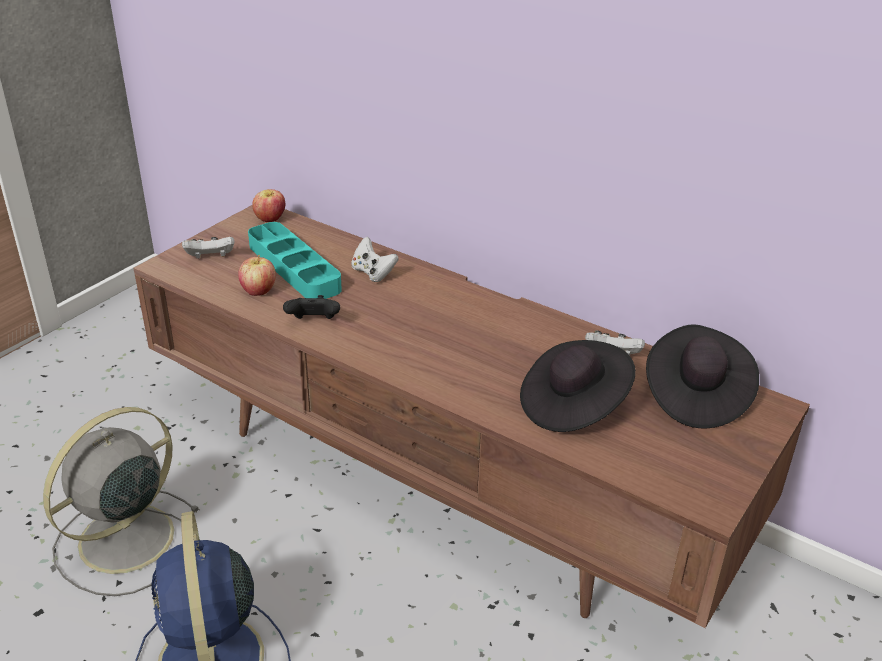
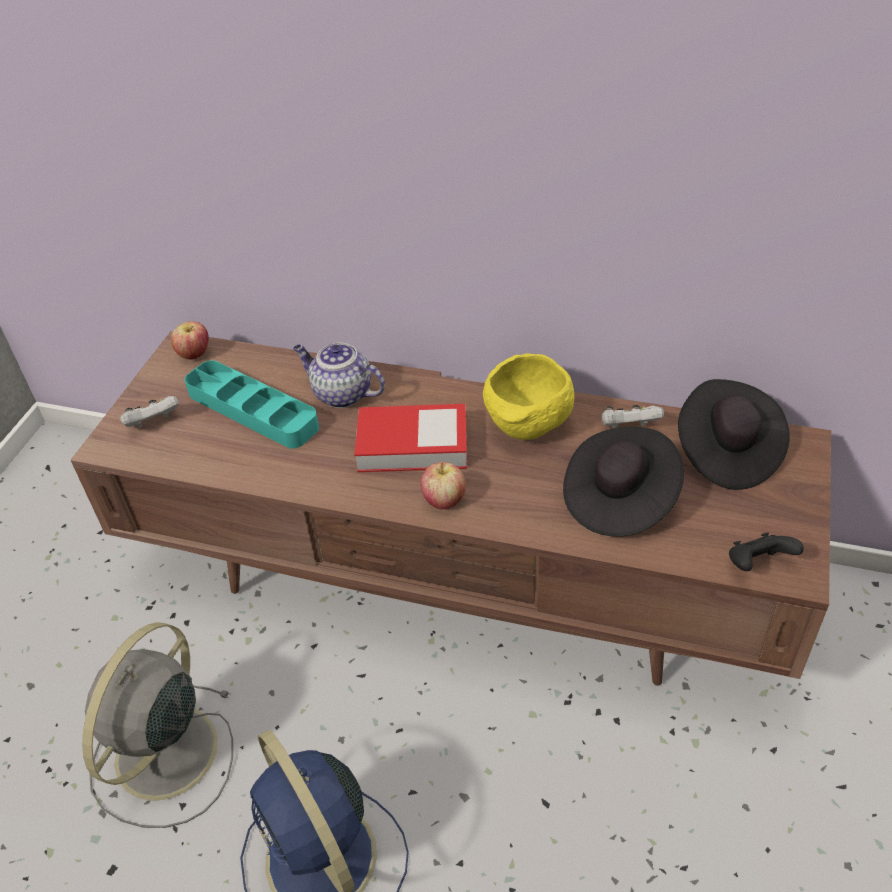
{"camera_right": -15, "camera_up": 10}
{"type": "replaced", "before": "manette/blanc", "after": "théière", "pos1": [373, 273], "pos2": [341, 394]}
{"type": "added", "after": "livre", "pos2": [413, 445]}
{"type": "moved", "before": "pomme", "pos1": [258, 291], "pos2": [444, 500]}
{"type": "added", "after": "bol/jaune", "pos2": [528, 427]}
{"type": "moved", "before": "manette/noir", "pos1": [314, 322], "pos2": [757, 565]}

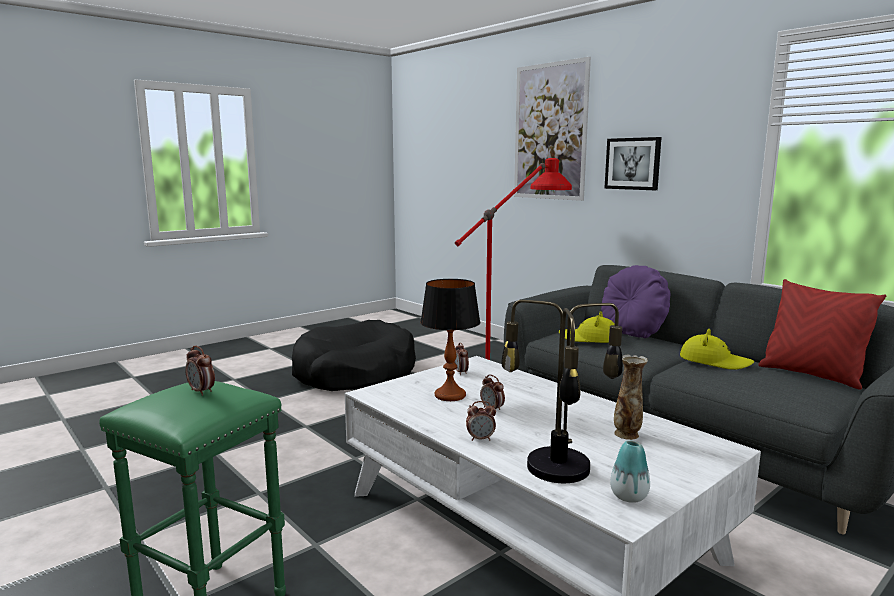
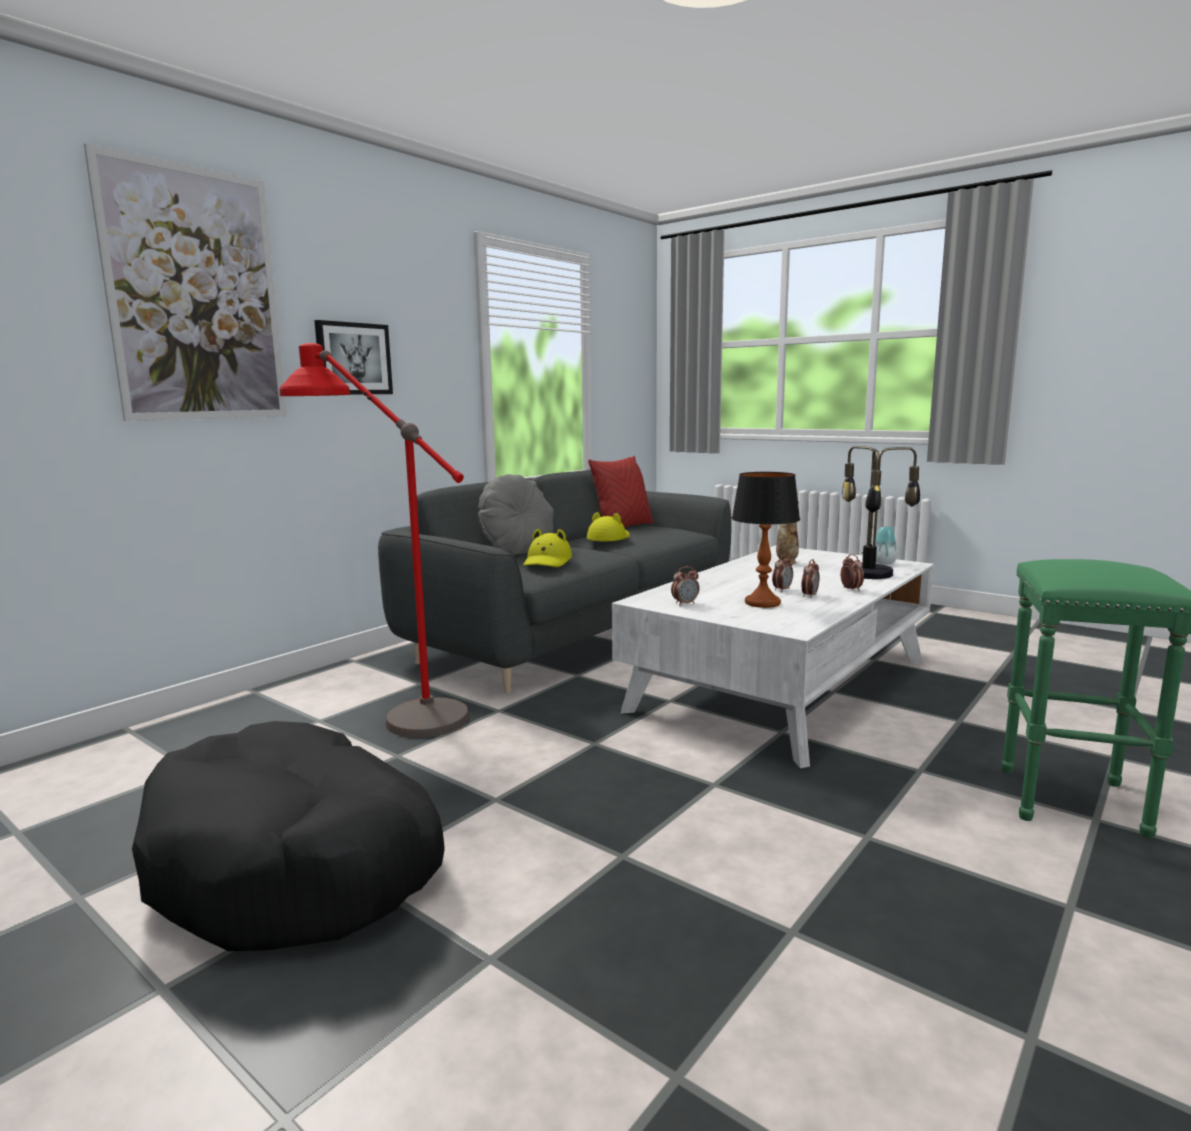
{"camera_right": -100, "camera_up": 0}
{"type": "recoloured", "before": "coussin/violet", "after": "coussin/gris", "pos1": [632, 334], "pos2": [517, 553]}
{"type": "moved", "before": "réveil", "pos1": [202, 391], "pos2": [809, 595]}

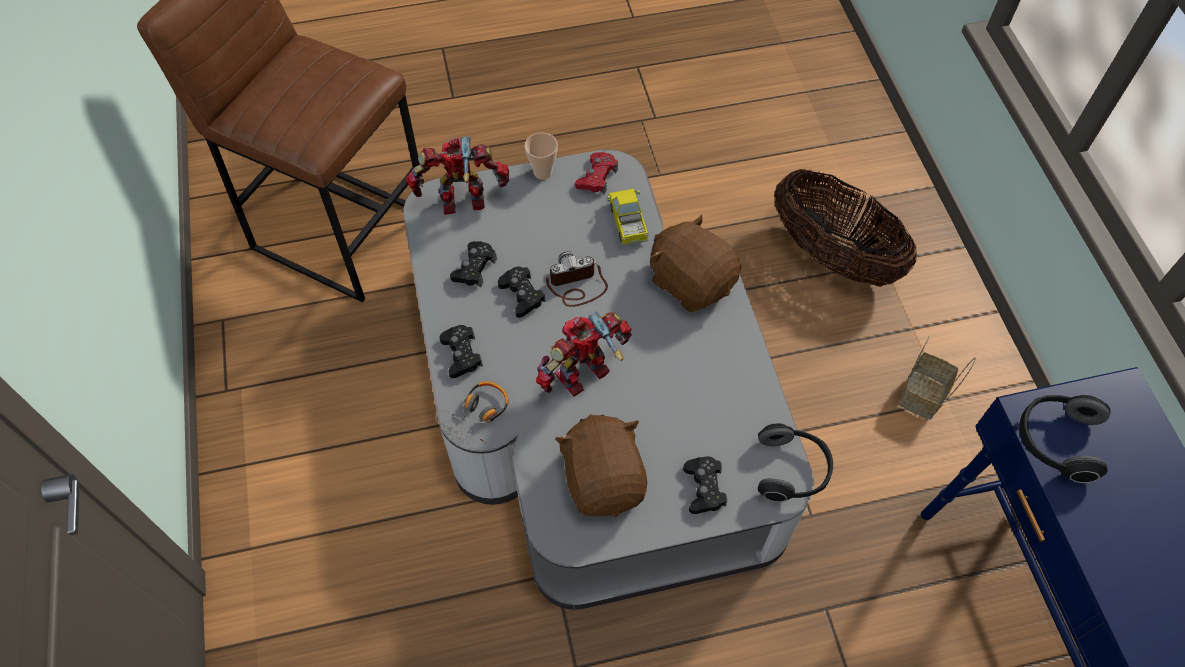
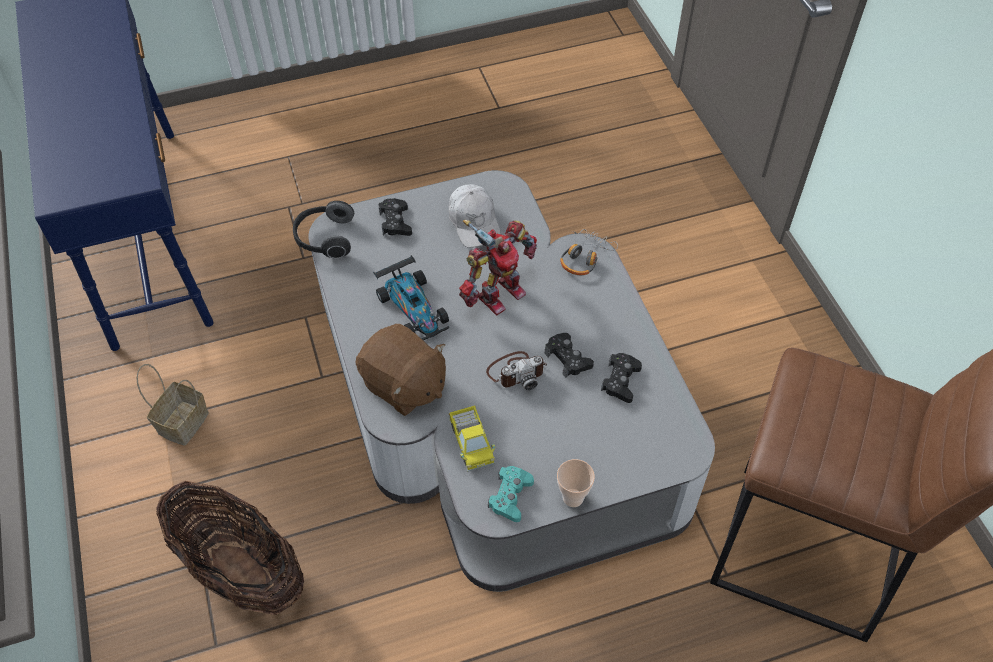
{"camera_right": 175, "camera_up": -5}
{"type": "added", "after": "petite voiture", "pos2": [413, 308]}
{"type": "replaced", "before": "peluche/marron", "after": "casquette/blanc", "pos1": [604, 479], "pos2": [474, 222]}
{"type": "recoloured", "before": "manette/rouge", "after": "manette/turquoise", "pos1": [597, 177], "pos2": [510, 496]}
{"type": "removed", "before": "robot jouet", "pos1": [464, 203]}
{"type": "removed", "before": "manette/noir", "pos1": [461, 354]}
{"type": "removed", "before": "casque audio", "pos1": [1055, 441]}

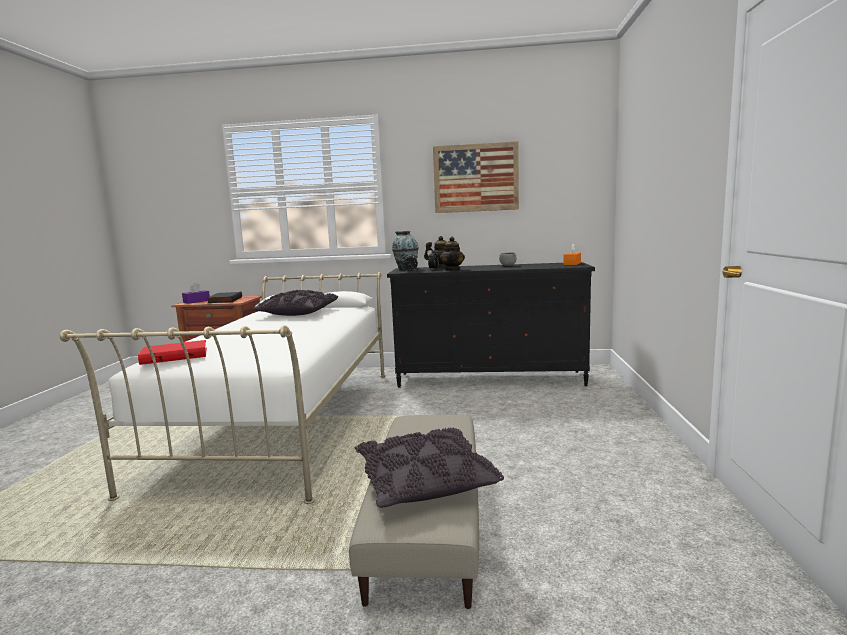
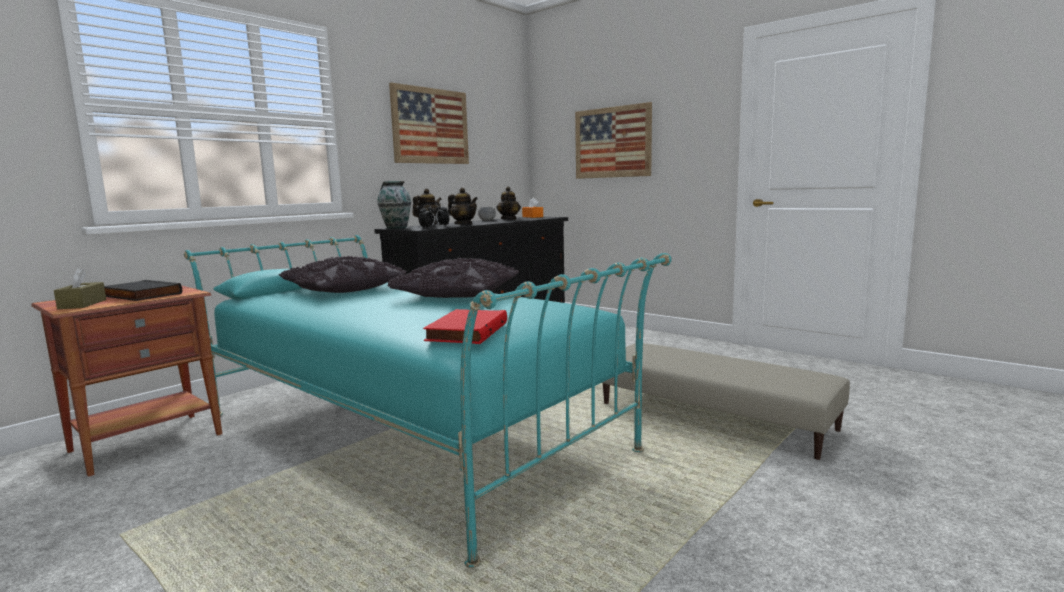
{"camera_right": -55, "camera_up": 0}
{"type": "recoloured", "before": "boîte à mouchoirs/violet", "after": "boîte à mouchoirs/marron", "pos1": [196, 301], "pos2": [82, 304]}
{"type": "recoloured", "before": "lit/blanc", "after": "lit/turquoise", "pos1": [283, 422], "pos2": [407, 432]}
{"type": "moved", "before": "coussin/noir", "pos1": [424, 481], "pos2": [457, 295]}
{"type": "added", "after": "théière", "pos2": [509, 219]}
{"type": "added", "after": "tableau", "pos2": [612, 142]}

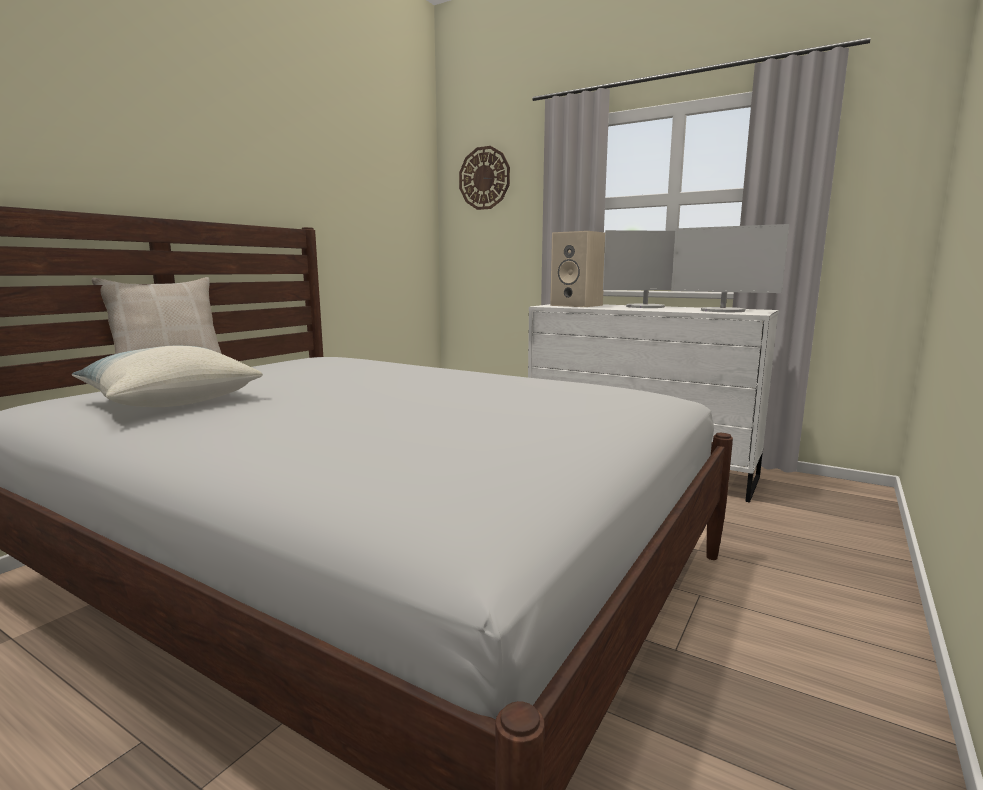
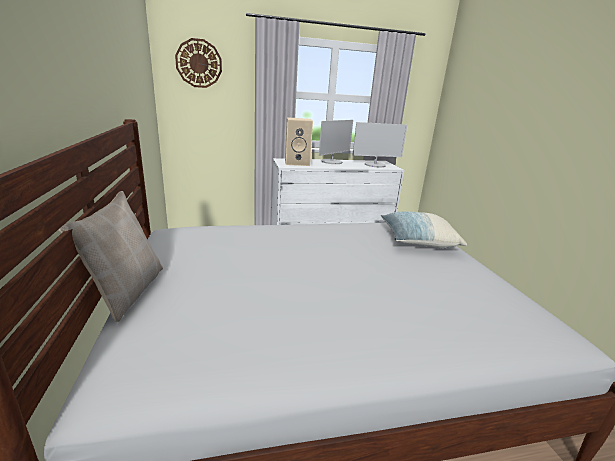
{"camera_right": -45, "camera_up": 10}
{"type": "moved", "before": "coussin", "pos1": [170, 400], "pos2": [417, 241]}

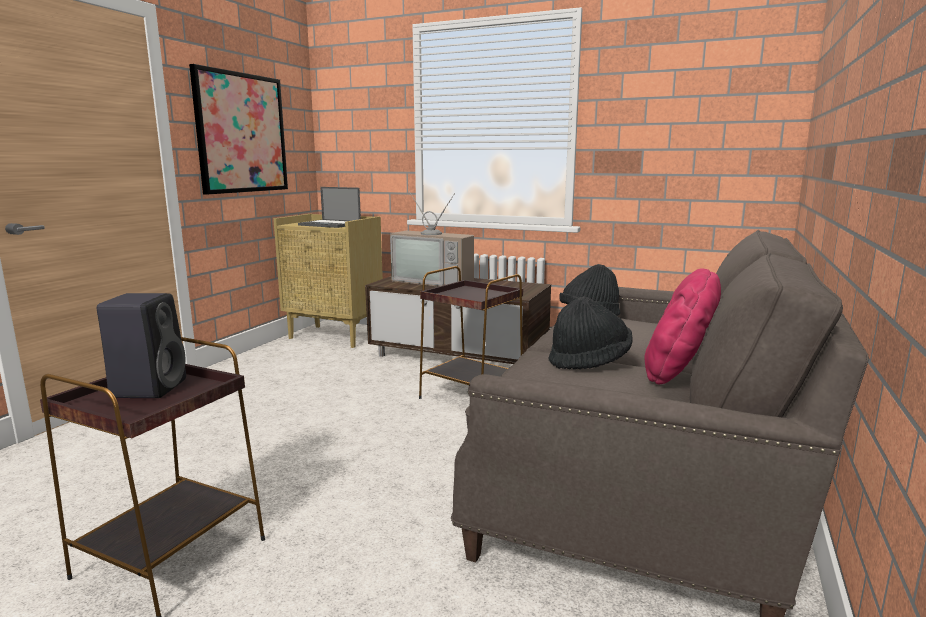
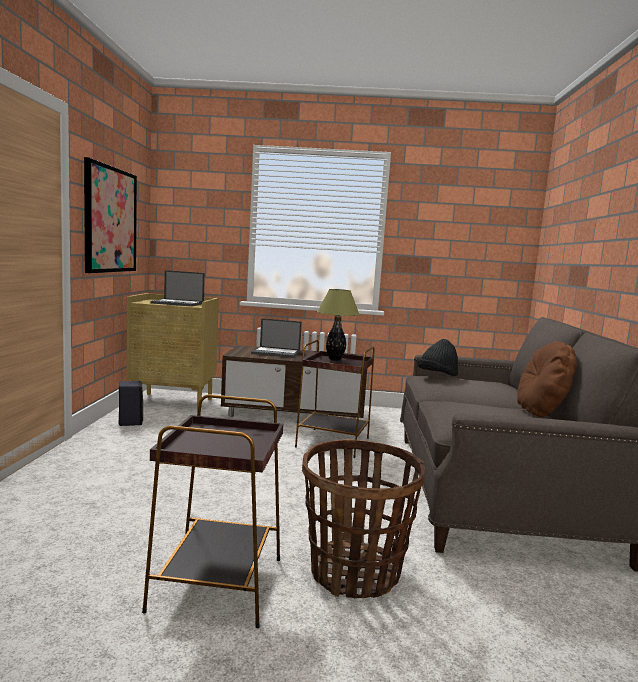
{"camera_right": -20, "camera_up": -5}
{"type": "moved", "before": "enceinte/noir", "pos1": [150, 387], "pos2": [130, 421]}
{"type": "replaced", "before": "téléviseur", "after": "ordinateur portable", "pos1": [435, 281], "pos2": [276, 352]}
{"type": "added", "after": "panier", "pos2": [355, 572]}
{"type": "added", "after": "lampe de table", "pos2": [334, 359]}
{"type": "recoloured", "before": "coussin/rose", "after": "coussin/marron", "pos1": [676, 378], "pos2": [541, 413]}
{"type": "removed", "before": "chapeau/noir", "pos1": [589, 361]}

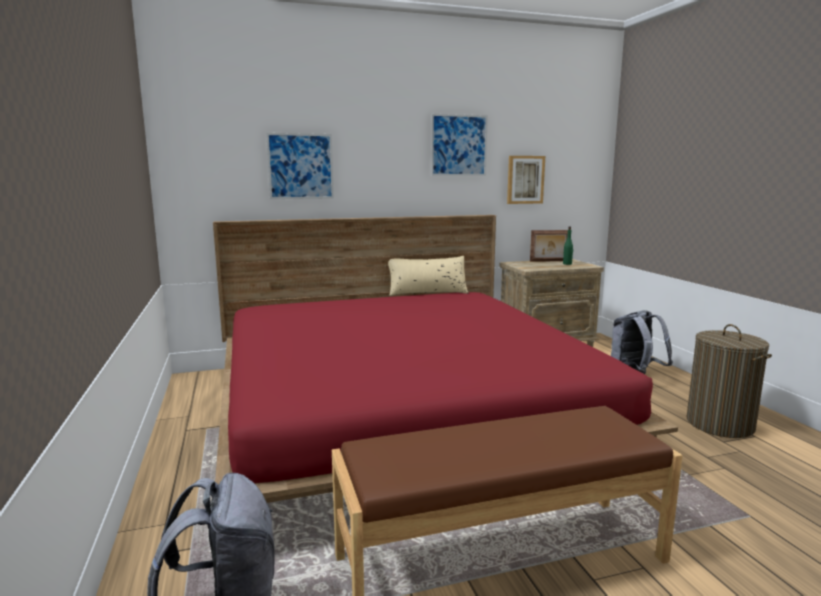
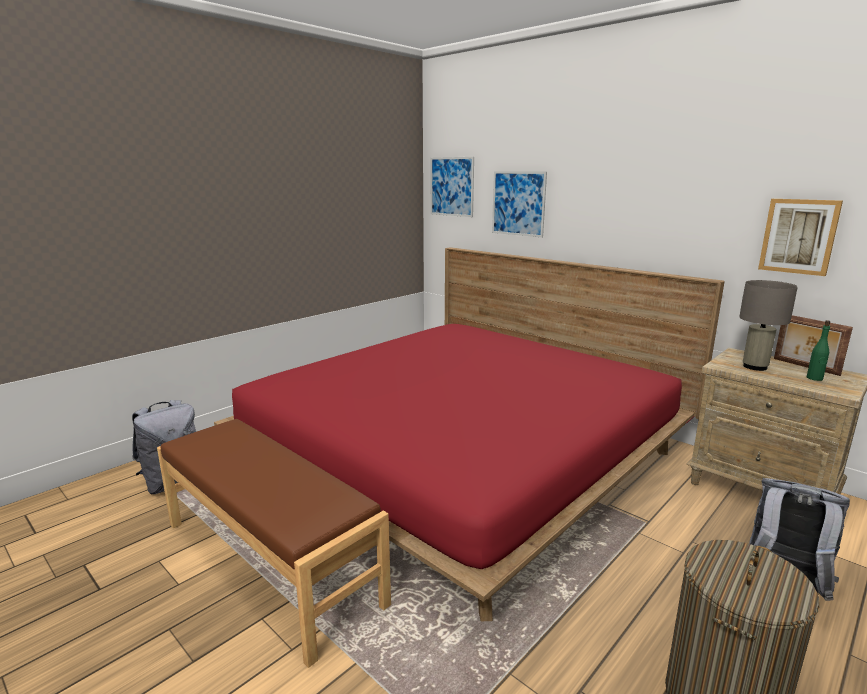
{"camera_right": 60, "camera_up": 5}
{"type": "moved", "before": "tableau", "pos1": [459, 145], "pos2": [451, 186]}
{"type": "added", "after": "lampe de table/gris", "pos2": [754, 366]}
{"type": "removed", "before": "coussin/beige", "pos1": [427, 292]}

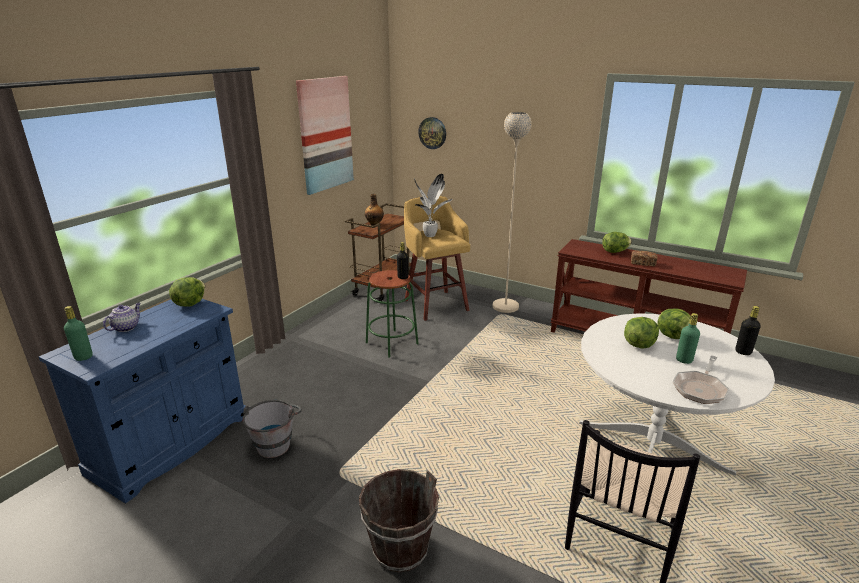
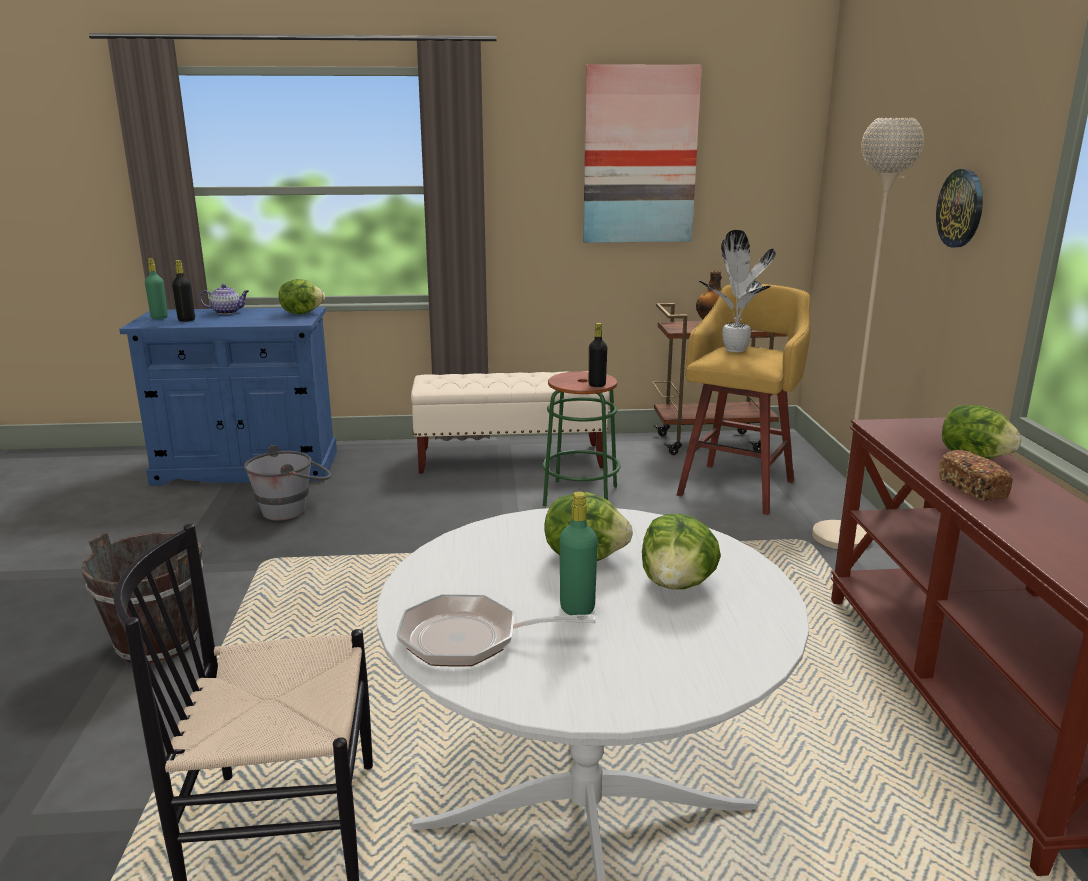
{"camera_right": 55, "camera_up": -5}
{"type": "moved", "before": "bouteille/noir", "pos1": [743, 352], "pos2": [186, 320]}
{"type": "added", "after": "banc/beige", "pos2": [511, 459]}
{"type": "moved", "before": "horloge murale", "pos1": [432, 133], "pos2": [961, 208]}

